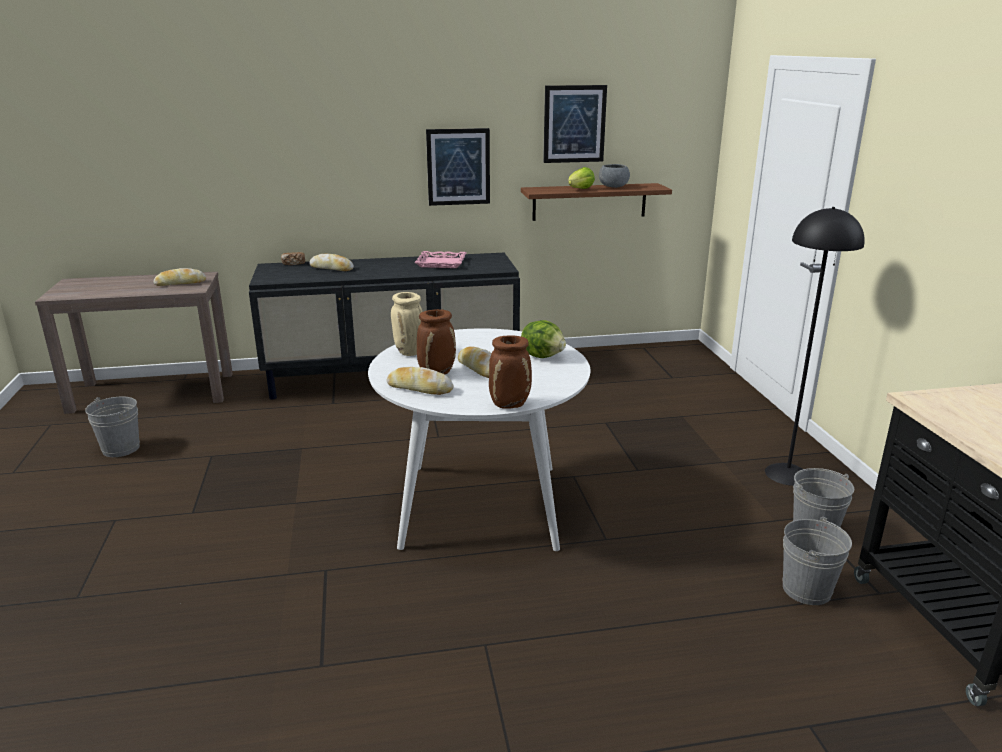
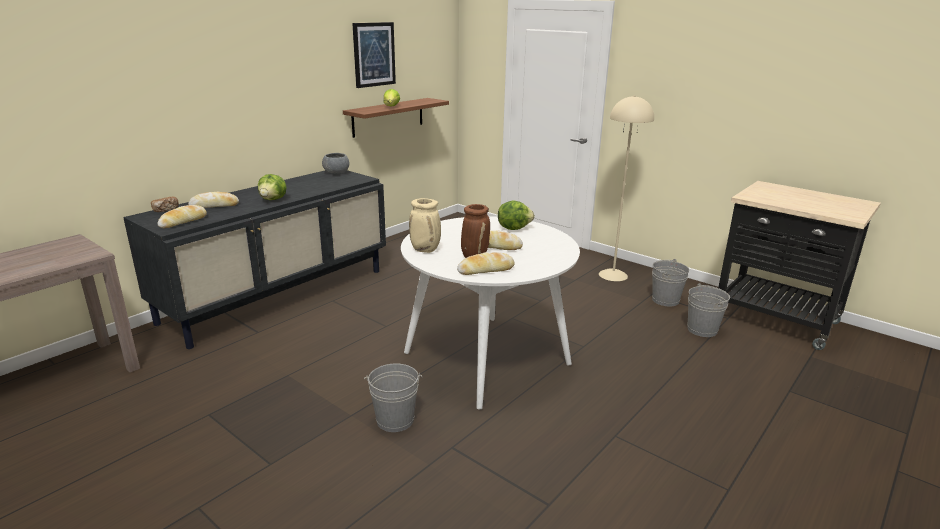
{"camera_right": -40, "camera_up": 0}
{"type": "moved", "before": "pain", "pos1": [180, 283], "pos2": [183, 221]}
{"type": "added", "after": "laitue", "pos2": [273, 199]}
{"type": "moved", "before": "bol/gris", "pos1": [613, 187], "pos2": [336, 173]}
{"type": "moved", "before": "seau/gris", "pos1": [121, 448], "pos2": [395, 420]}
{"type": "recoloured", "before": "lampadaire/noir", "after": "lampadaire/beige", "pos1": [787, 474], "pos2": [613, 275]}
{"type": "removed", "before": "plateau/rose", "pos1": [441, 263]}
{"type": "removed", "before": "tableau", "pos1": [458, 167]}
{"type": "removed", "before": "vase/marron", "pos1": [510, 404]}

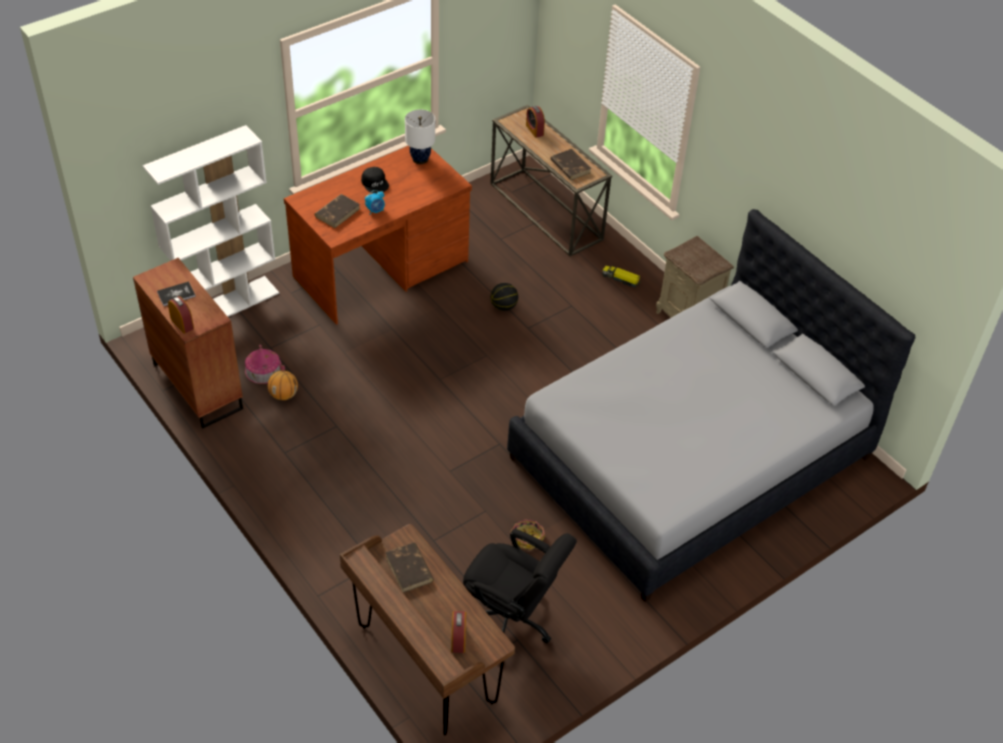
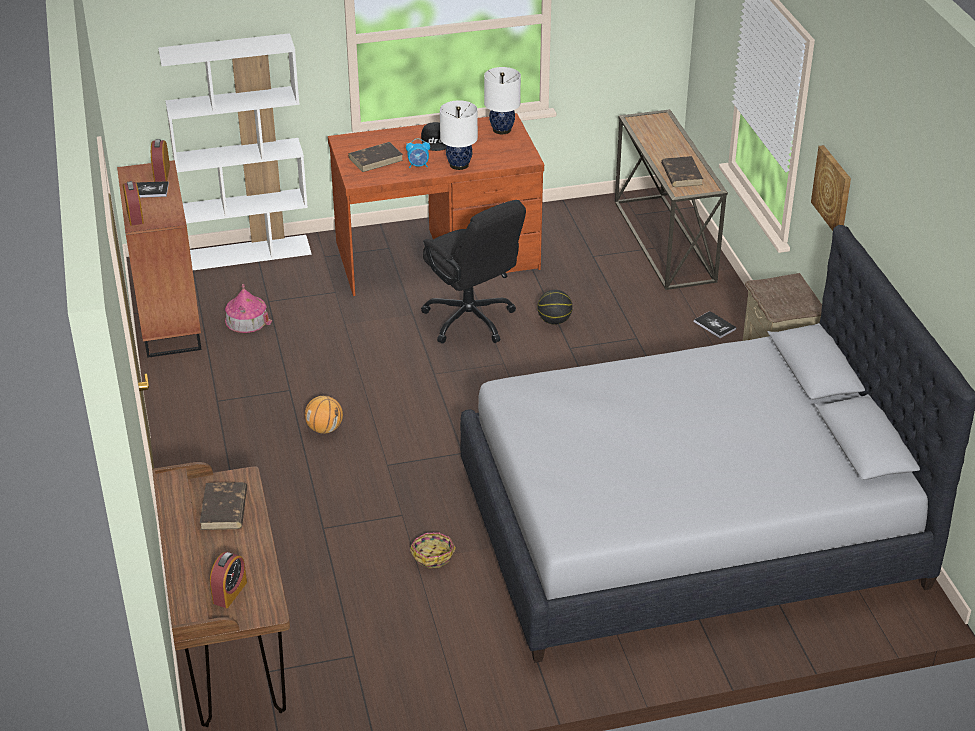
{"camera_right": 25, "camera_up": -10}
{"type": "moved", "before": "réveil", "pos1": [534, 130], "pos2": [162, 173]}
{"type": "moved", "before": "ballon de basket", "pos1": [284, 395], "pos2": [325, 429]}
{"type": "moved", "before": "chaise de bureau/noir", "pos1": [512, 623], "pos2": [472, 322]}
{"type": "added", "after": "lampe de table/blanc", "pos2": [459, 165]}
{"type": "replaced", "before": "camion jouet", "after": "livre", "pos1": [621, 279], "pos2": [714, 325]}
{"type": "added", "after": "tableau", "pos2": [833, 190]}

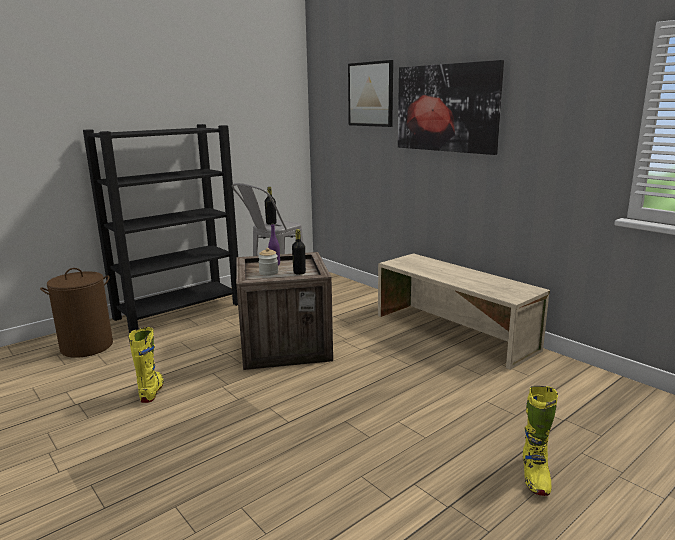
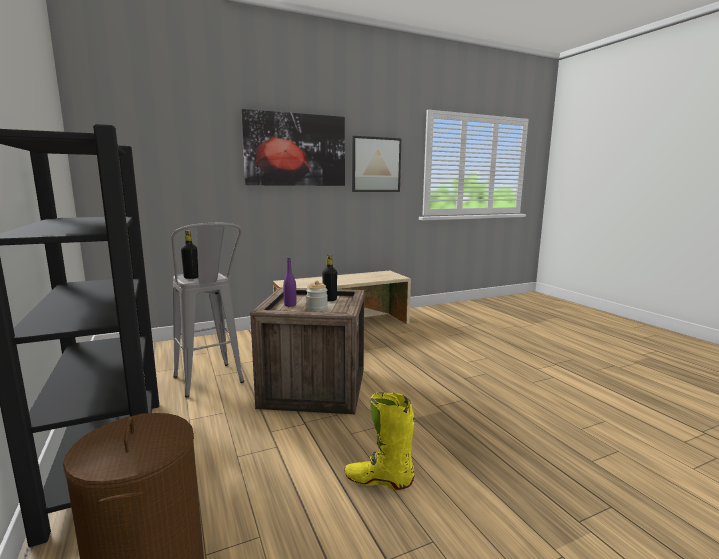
{"camera_right": -75, "camera_up": -5}
{"type": "moved", "before": "tableau", "pos1": [370, 94], "pos2": [376, 165]}
{"type": "removed", "before": "botte/jaune", "pos1": [535, 476]}

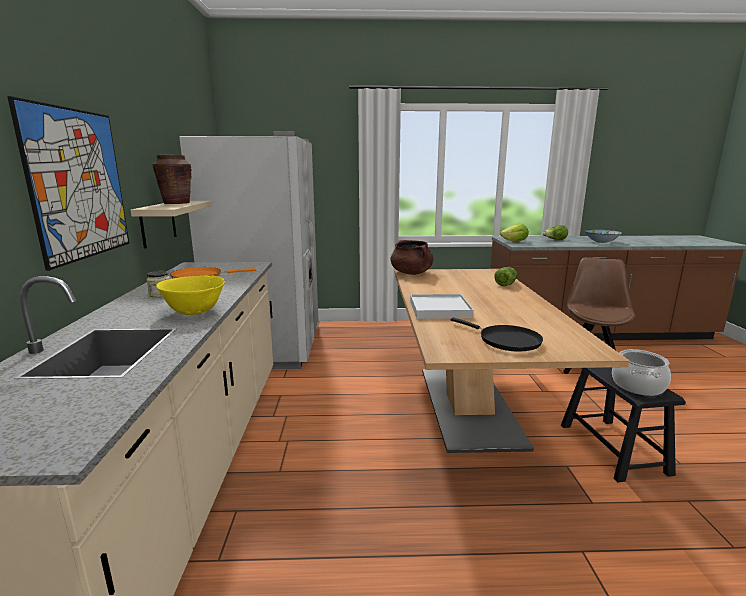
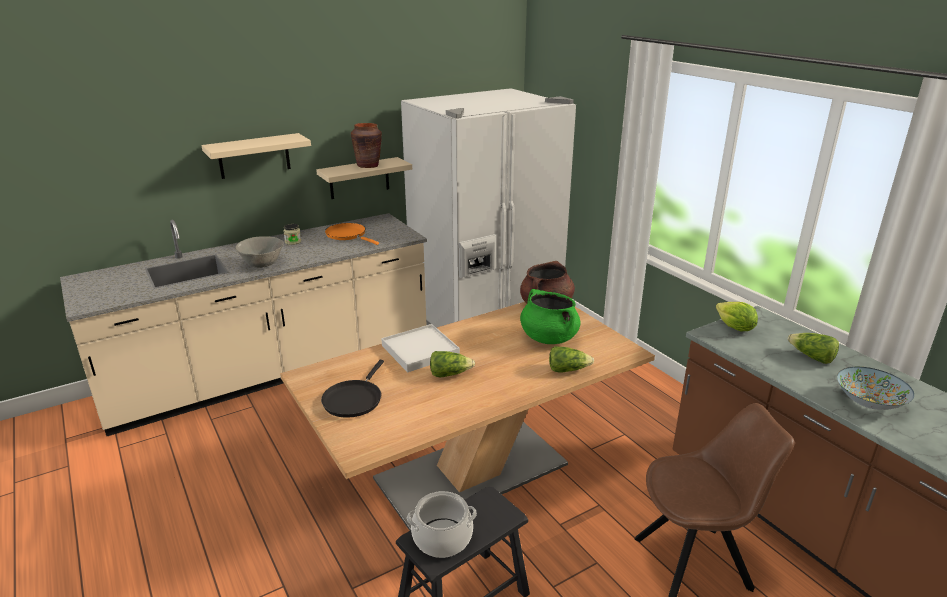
{"camera_right": 60, "camera_up": 10}
{"type": "replaced", "before": "tableau", "after": "étagère/beige", "pos1": [79, 184], "pos2": [254, 156]}
{"type": "recoloured", "before": "bol/jaune", "after": "bol/gris", "pos1": [194, 312], "pos2": [262, 264]}
{"type": "added", "after": "laitue", "pos2": [449, 374]}
{"type": "added", "after": "marmite/vert", "pos2": [548, 338]}

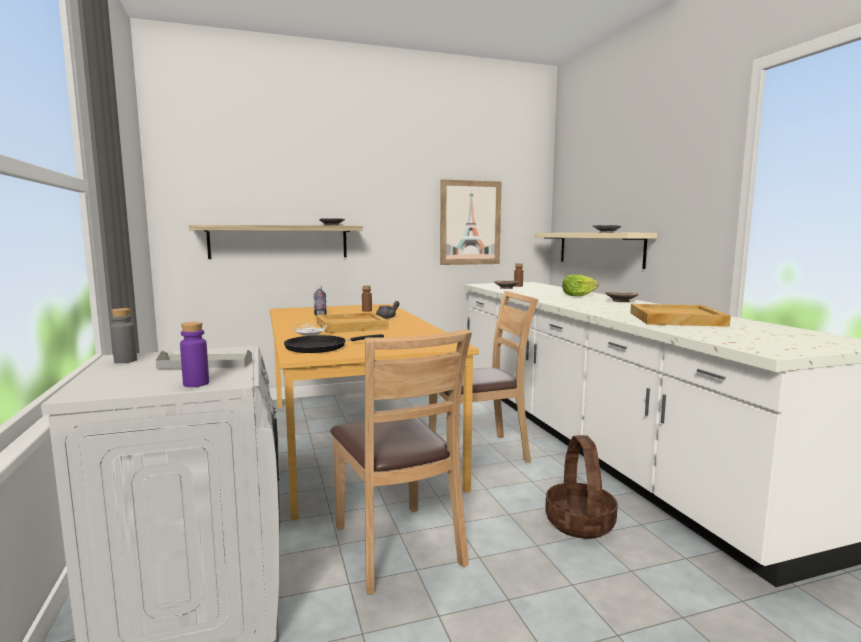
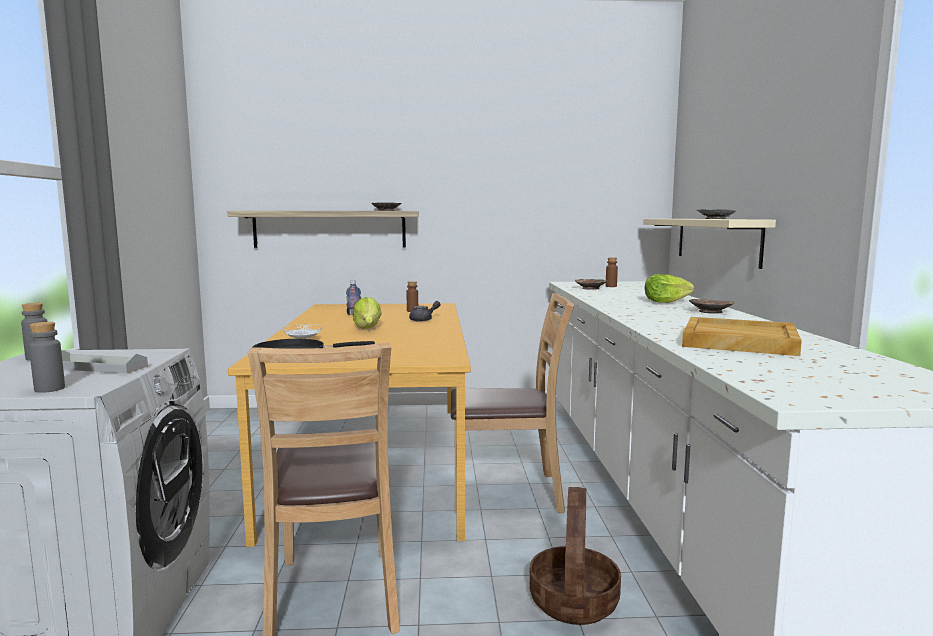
{"camera_right": 15, "camera_up": 0}
{"type": "recoloured", "before": "bouteille/violet", "after": "bouteille/gris", "pos1": [196, 384], "pos2": [49, 389]}
{"type": "replaced", "before": "plateau/beige", "after": "laitue", "pos1": [351, 326], "pos2": [368, 328]}
{"type": "removed", "before": "tableau", "pos1": [470, 223]}

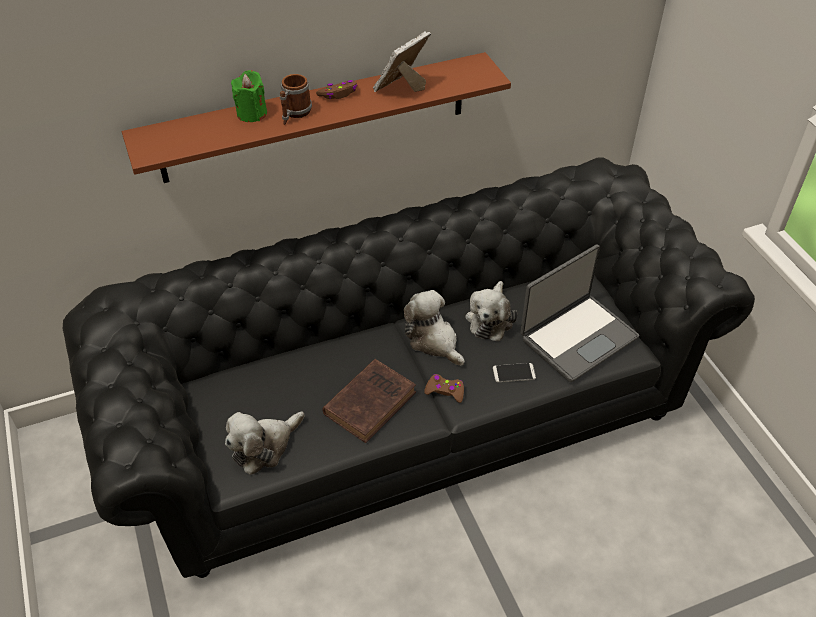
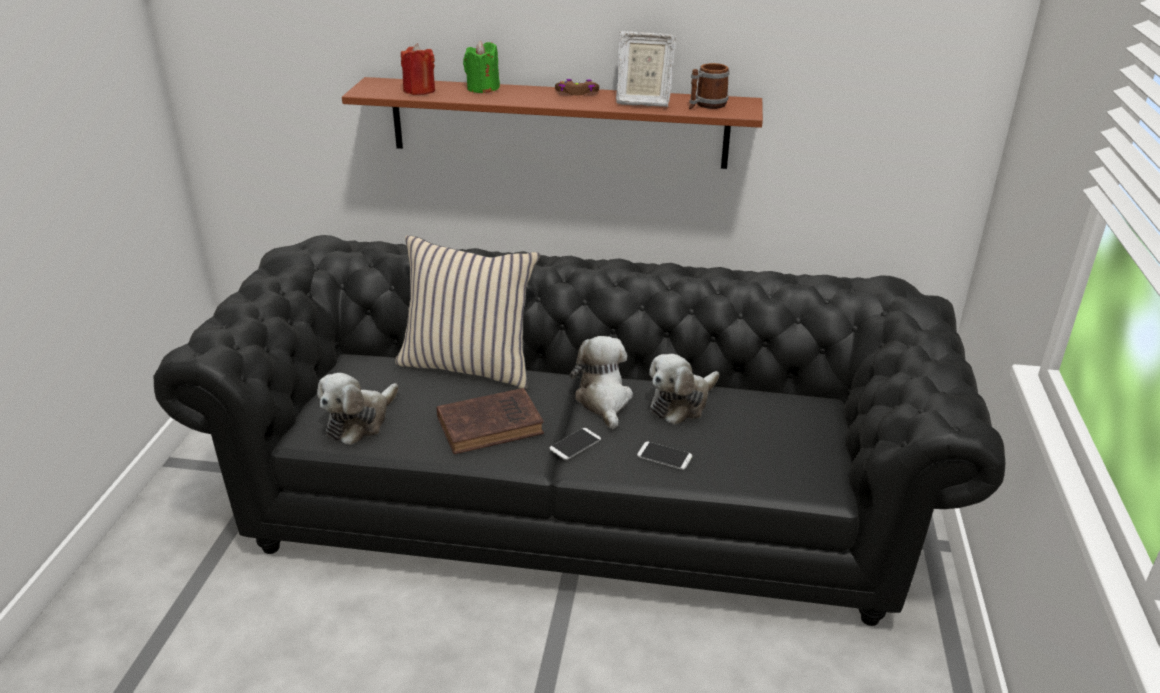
{"camera_right": 30, "camera_up": -15}
{"type": "turned", "before": "peluche", "pos1": [264, 447], "pos2": [360, 421], "turn": -45}
{"type": "added", "after": "coussin/beige", "pos2": [469, 365]}
{"type": "added", "after": "bougie/rouge", "pos2": [419, 90]}
{"type": "replaced", "before": "manette/marron", "after": "téléphone", "pos1": [445, 391], "pos2": [575, 444]}
{"type": "turned", "before": "cadre photo", "pos1": [401, 88], "pos2": [642, 101], "turn": -150}
{"type": "moved", "before": "mug", "pos1": [294, 114], "pos2": [706, 105]}
{"type": "removed", "before": "ordinateur portable", "pos1": [577, 337]}

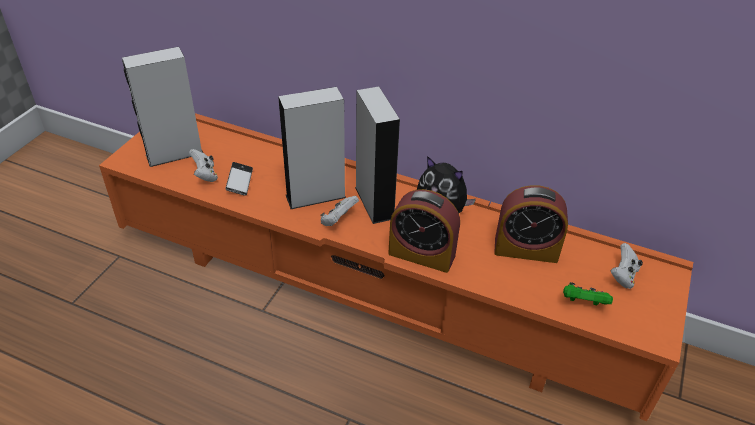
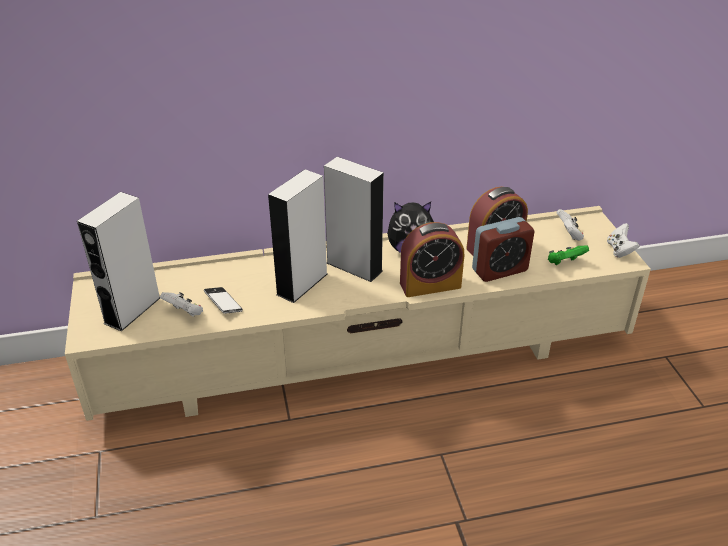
{"camera_right": -35, "camera_up": -5}
{"type": "recoloured", "before": "meuble télé/orange", "after": "meuble télé/beige", "pos1": [375, 288], "pos2": [363, 352]}
{"type": "added", "after": "réveil", "pos2": [499, 270]}
{"type": "moved", "before": "manette/blanc", "pos1": [338, 220], "pos2": [619, 250]}

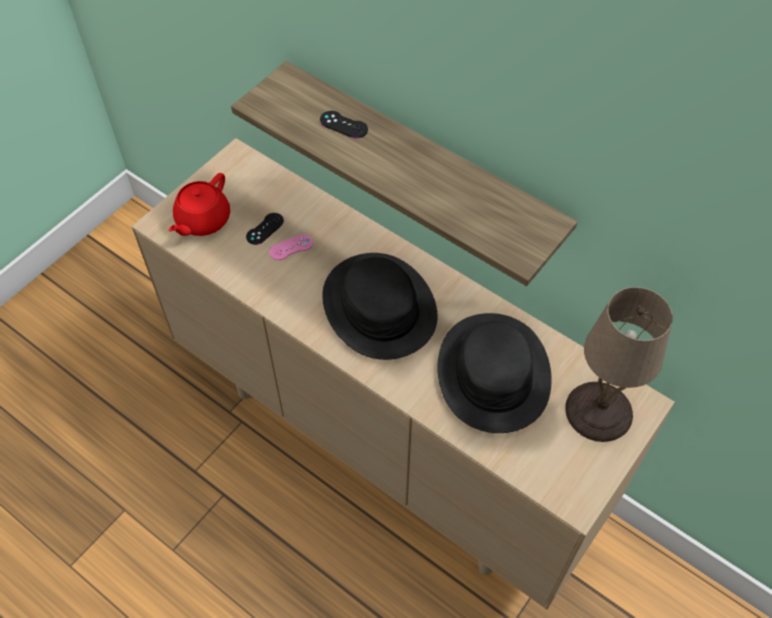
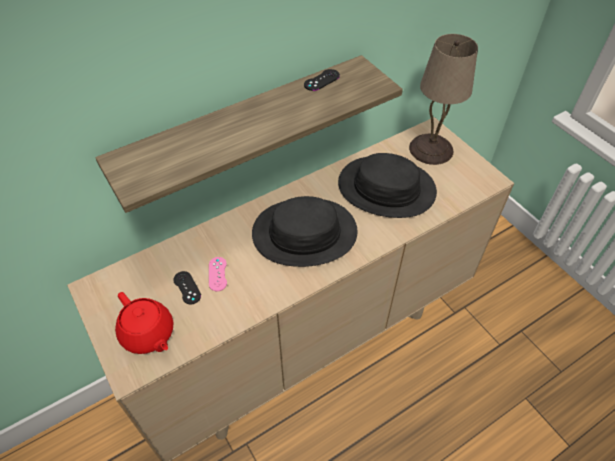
{"camera_right": -70, "camera_up": -5}
{"type": "moved", "before": "manette/noir", "pos1": [343, 125], "pos2": [321, 80]}

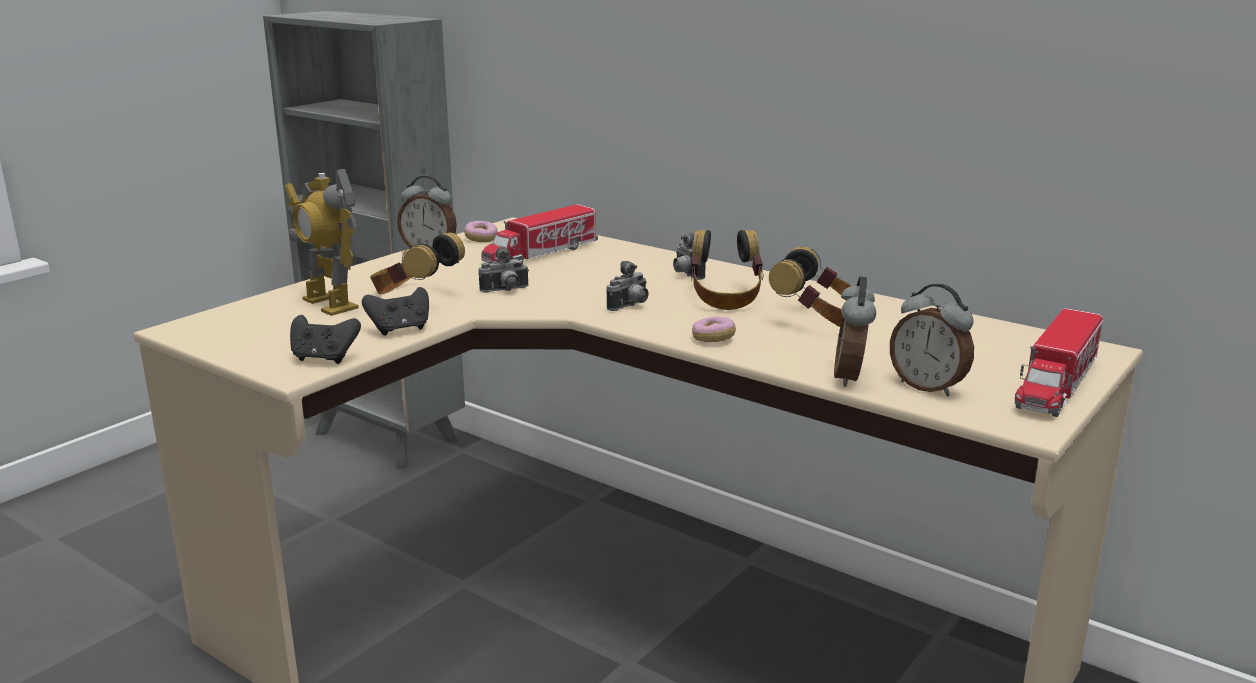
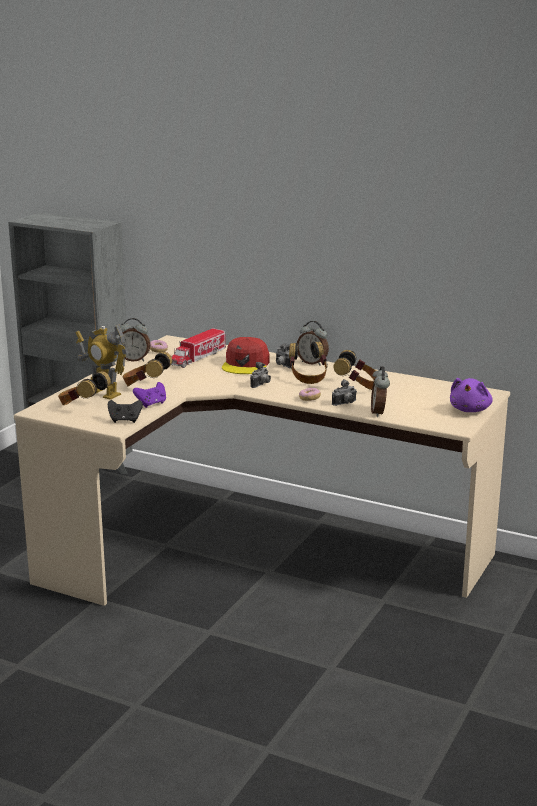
{"camera_right": -10, "camera_up": 0}
{"type": "added", "after": "casque audio", "pos2": [82, 406]}
{"type": "recoloured", "before": "manette/noir", "after": "manette/violet", "pos1": [400, 329], "pos2": [151, 404]}
{"type": "added", "after": "casquette/rouge", "pos2": [246, 364]}
{"type": "moved", "before": "réveil", "pos1": [928, 387], "pos2": [312, 363]}
{"type": "moved", "before": "appareil photo", "pos1": [505, 291], "pos2": [345, 404]}
{"type": "replaced", "before": "camion jouet", "after": "peluche/violet", "pos1": [1056, 384], "pos2": [470, 410]}

